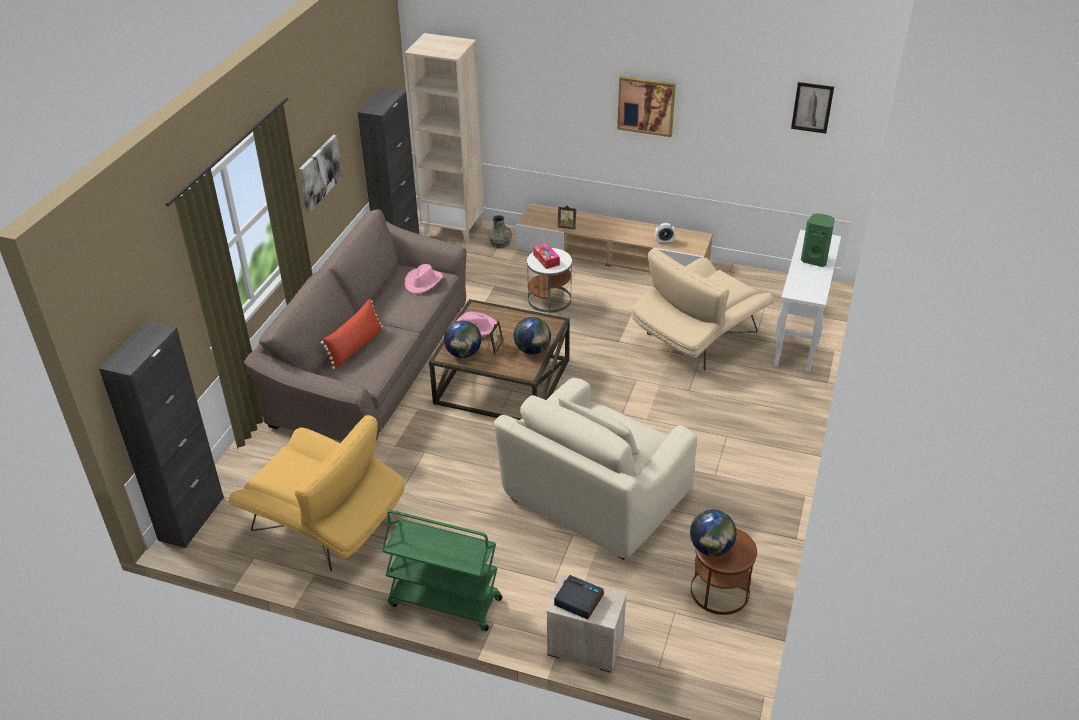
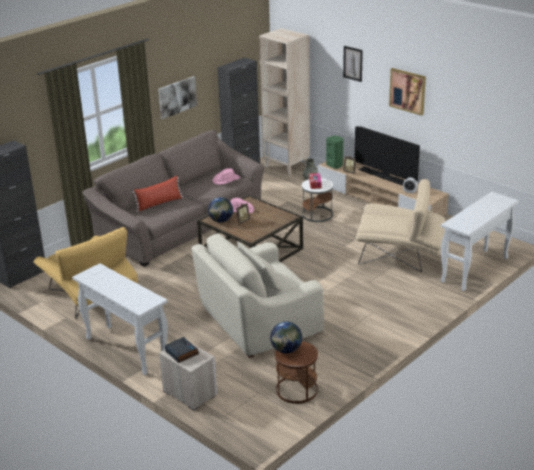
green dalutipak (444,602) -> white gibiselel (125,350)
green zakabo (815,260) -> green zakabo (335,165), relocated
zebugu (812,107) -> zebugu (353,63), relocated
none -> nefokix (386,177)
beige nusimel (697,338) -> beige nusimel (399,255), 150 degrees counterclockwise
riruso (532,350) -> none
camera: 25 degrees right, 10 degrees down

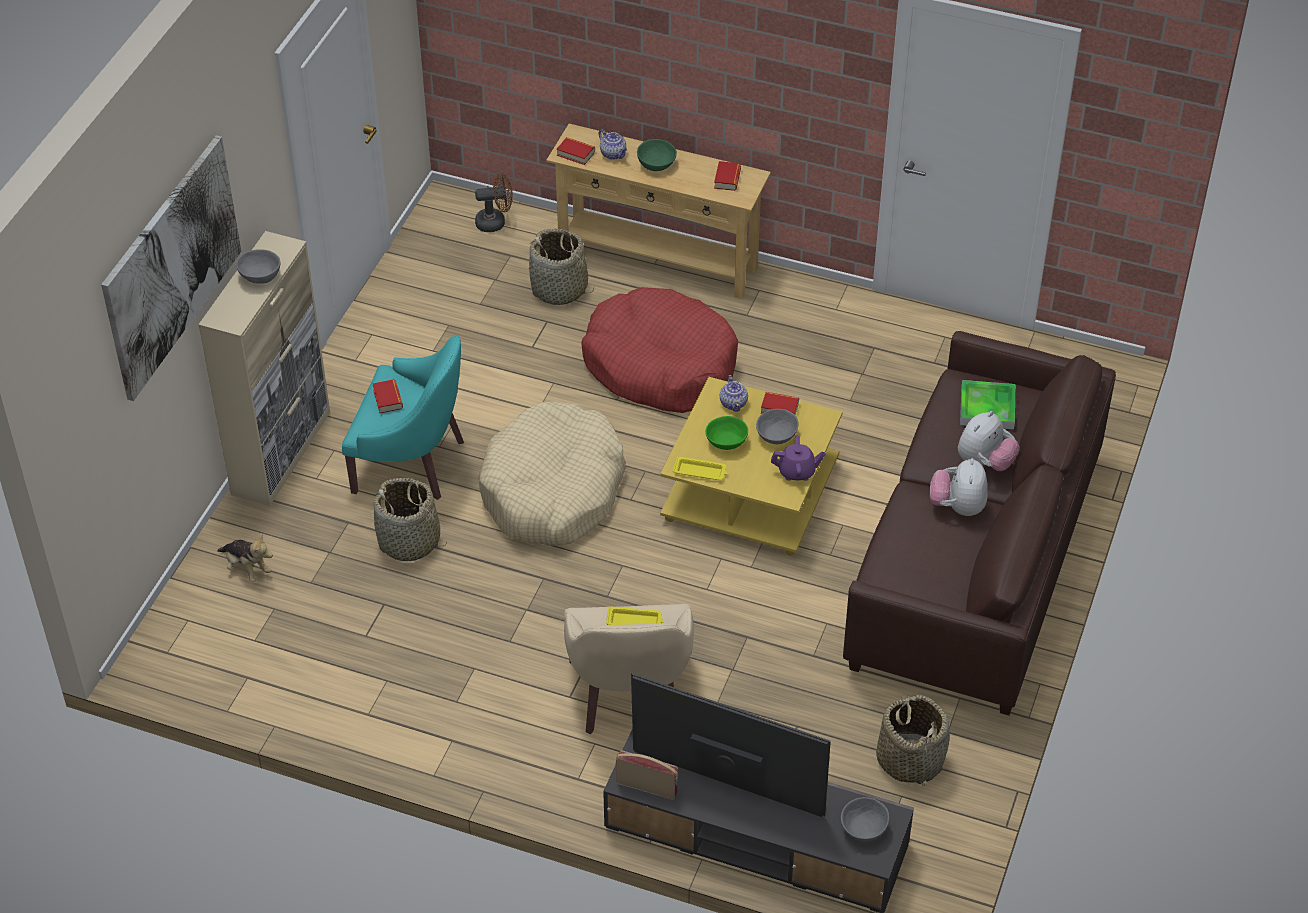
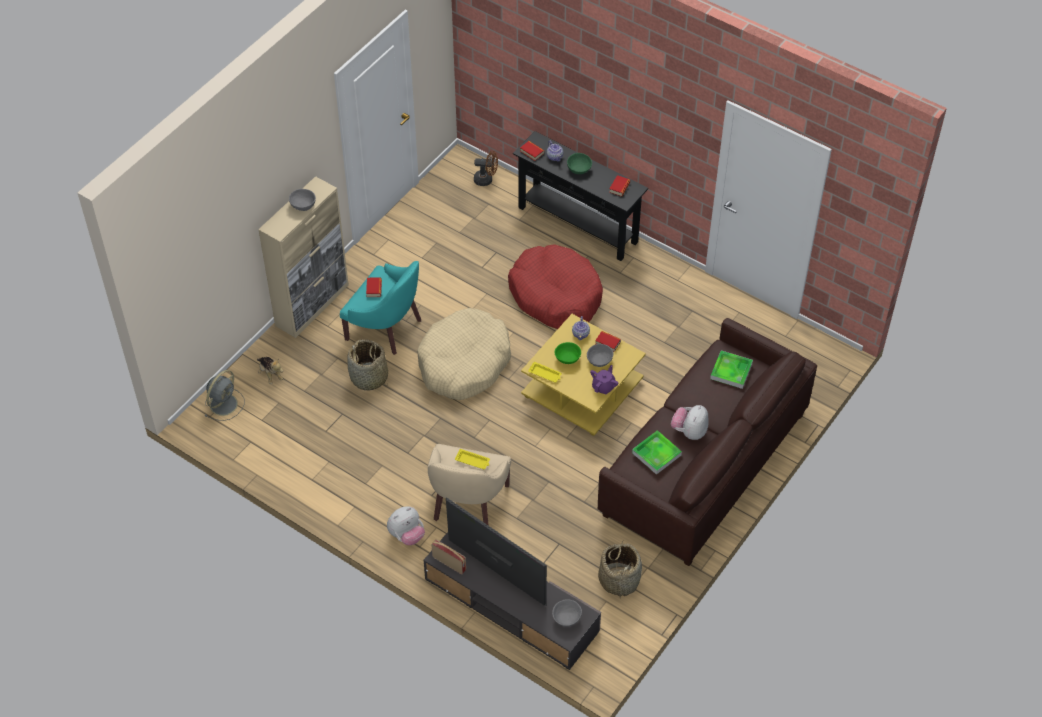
none -> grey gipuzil (224,403)
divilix (984,462) -> divilix (406,535), relocated
beige gibiselel (658,259) -> black gibiselel (578,224)
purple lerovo (797,472) -> purple lerovo (603,386), 75 degrees counterclockwise
none -> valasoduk (656,454)
zebugu (171,266) -> none
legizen (559,289) -> none
camera: 15 degrees right, 5 degrees up

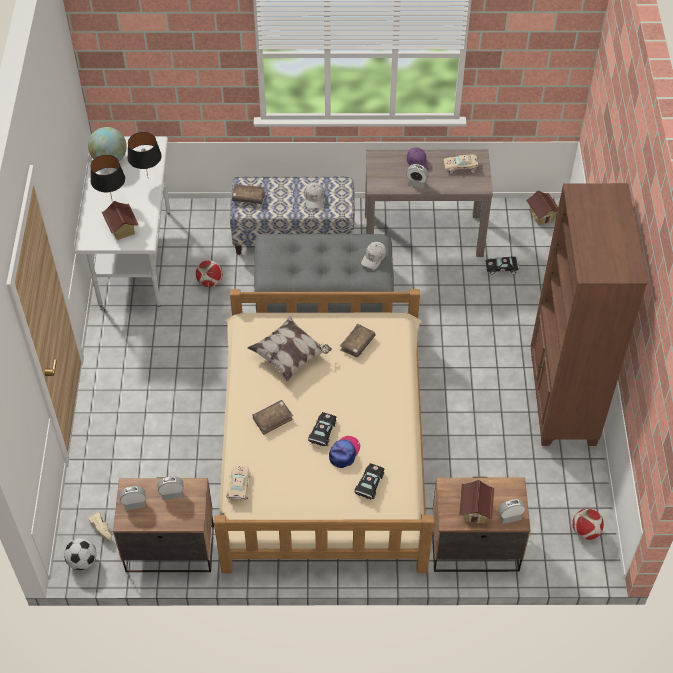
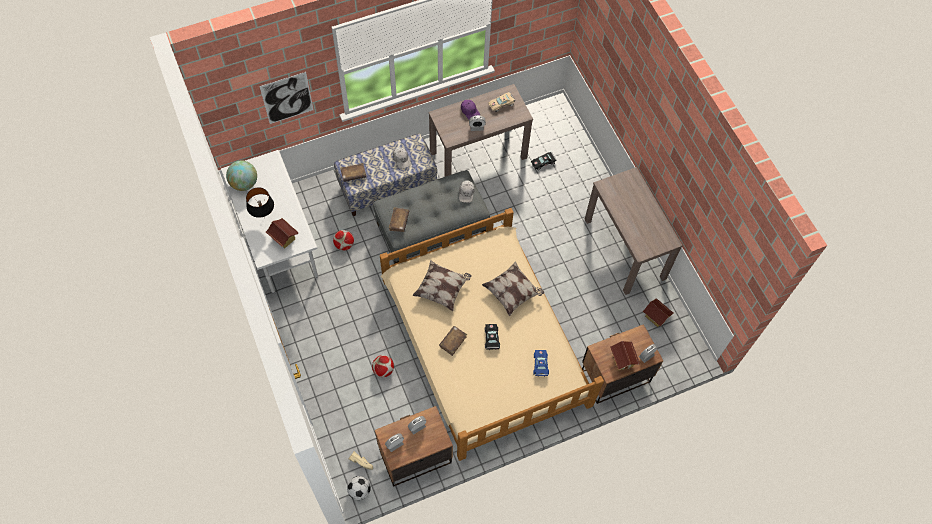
none -> zebugu (287,98)
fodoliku (585,531) -> fodoliku (383,370), relocated
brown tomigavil (357,344) -> brown tomigavil (399,221), relocated
none -> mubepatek (512,293)
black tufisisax (369,485) -> blue tufisisax (540,365)
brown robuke (561,400) -> brown gibiselel (625,249)
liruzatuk (541,216) -> liruzatuk (655,317), relocated
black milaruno (147,178) -> none
beige tufisisax (239,487) -> none
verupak (344,453) -> none
camera: 25 degrees left, 10 degrees up

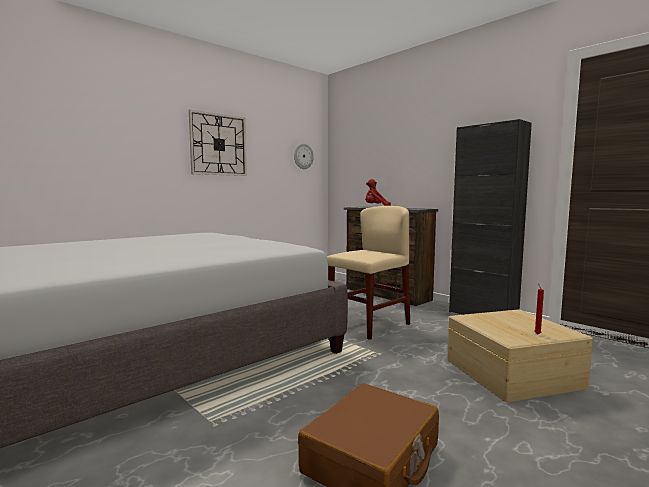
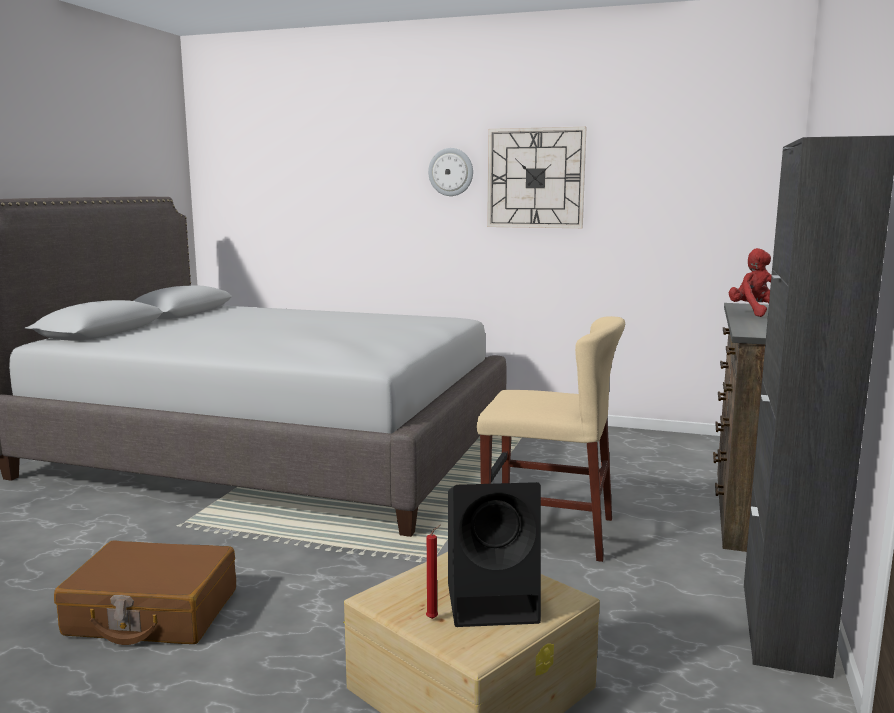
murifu (303,156) -> murifu (451,172), relocated
none -> black zakabo (495,602)
camera: 60 degrees right, 5 degrees up

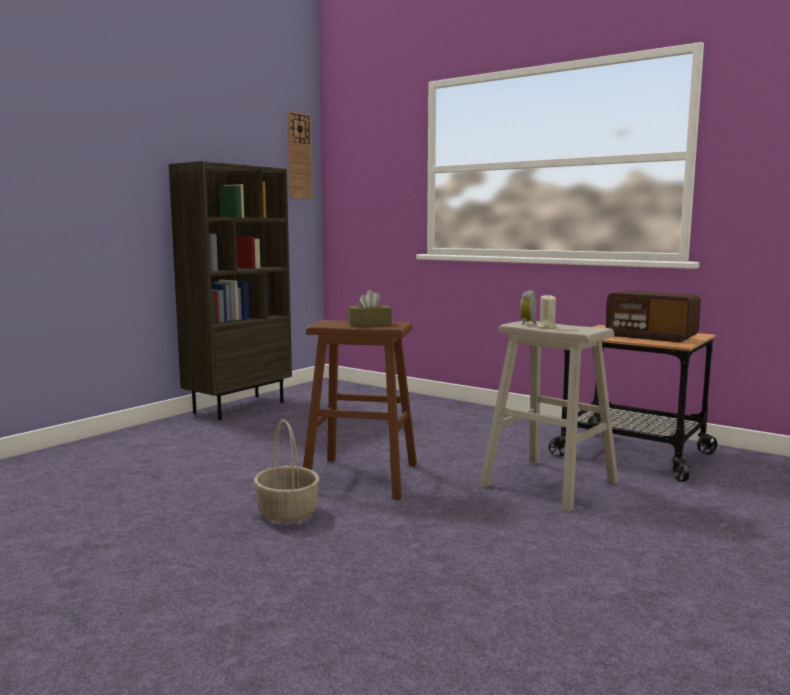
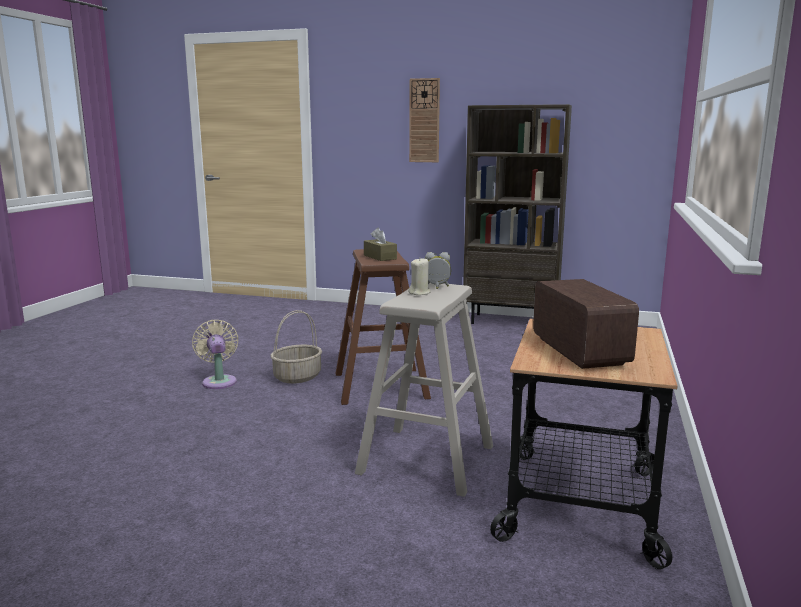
none -> beige gipuzil (219,381)
murifu (299,156) -> murifu (424,120), relocated
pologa (651,337) -> pologa (578,351), 150 degrees clockwise
camera: 70 degrees right, 5 degrees up

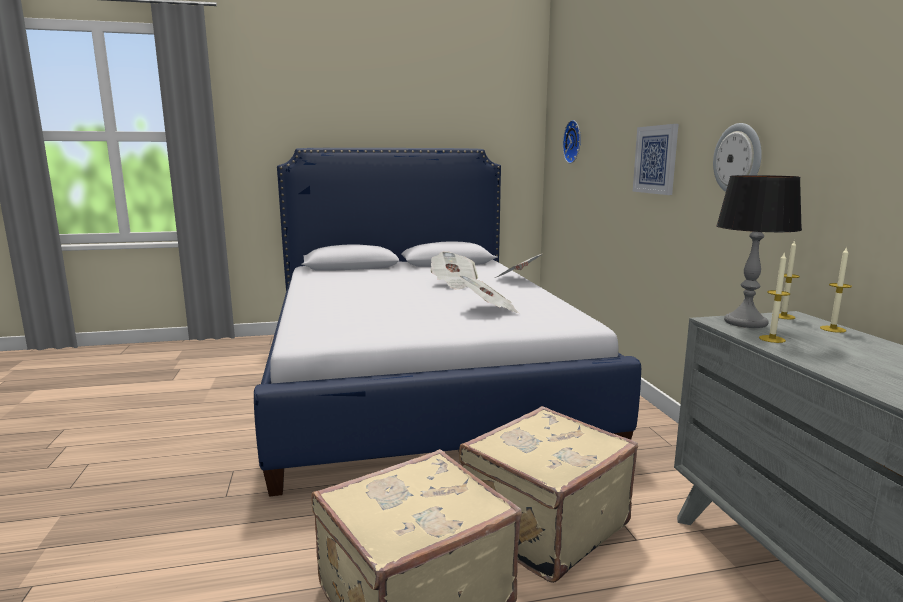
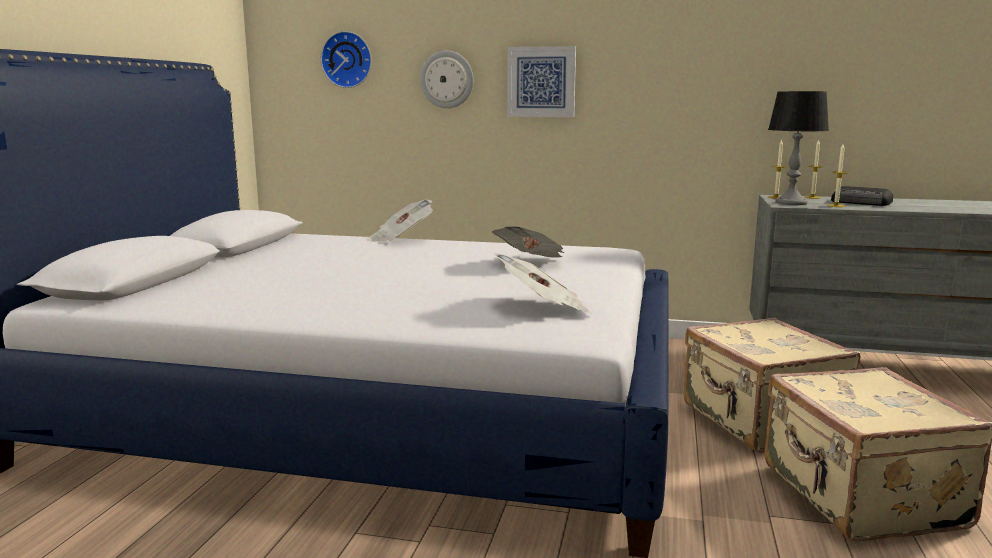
murifu (738,159) -> murifu (447,79), relocated
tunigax (454,284) -> tunigax (544,308), relocated
none -> pologa (862,202)
camera: 65 degrees left, 0 degrees up

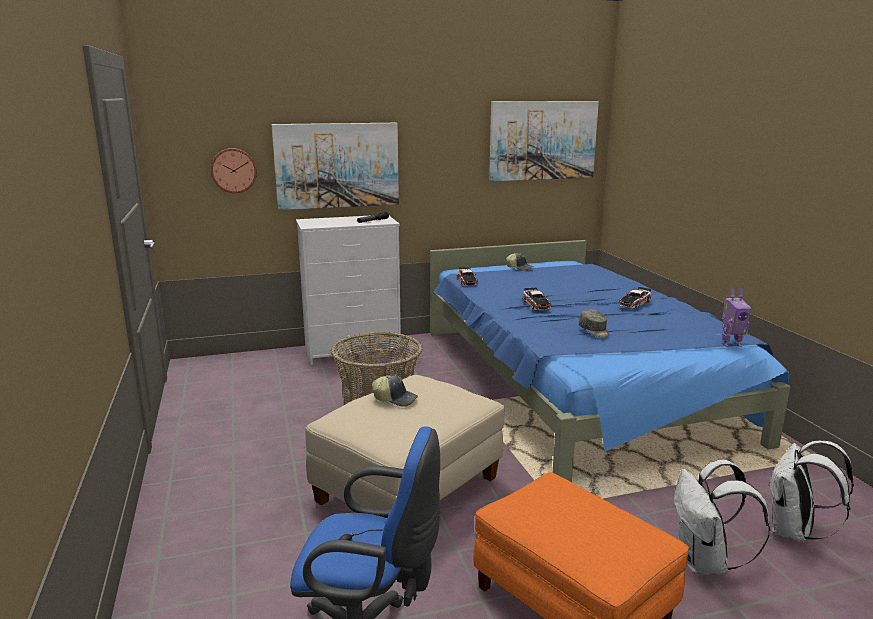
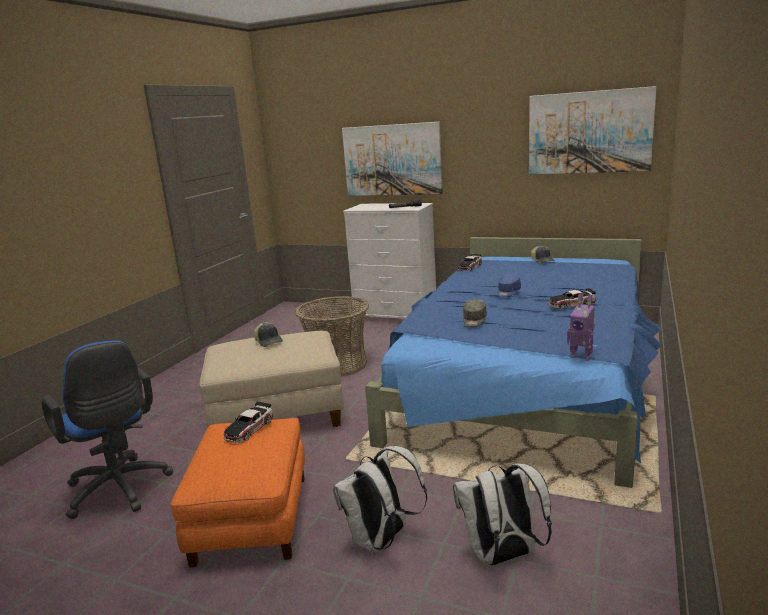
tufisisax (536,304) -> tufisisax (249,429), relocated
none -> blue verupak (508,292)
murifu (233,170) -> none
camera: 40 degrees right, 0 degrees up

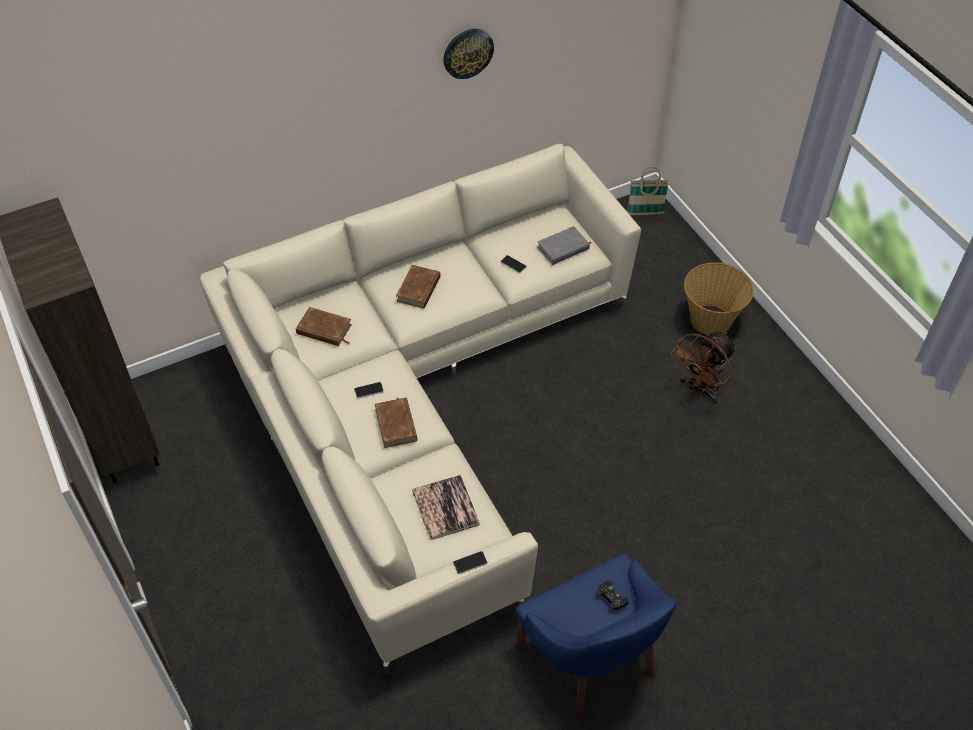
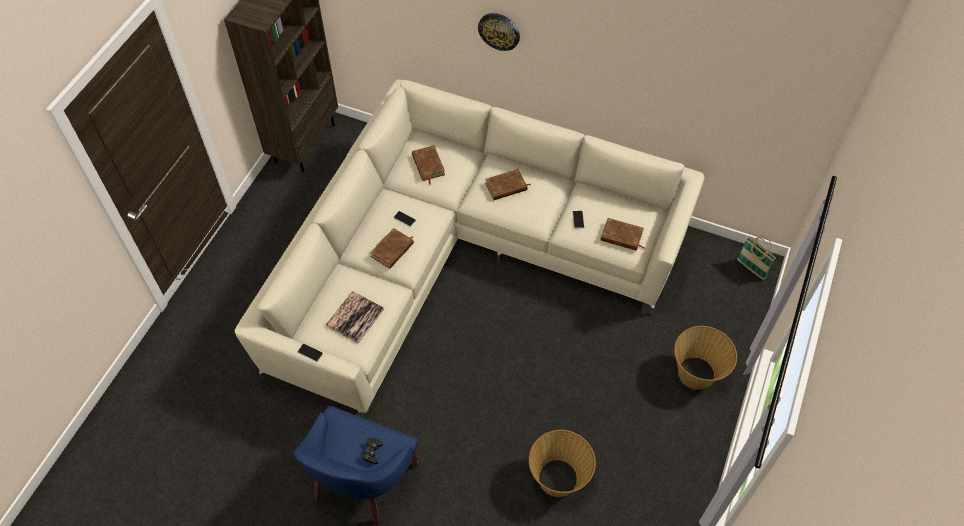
murifu (468,53) -> murifu (499,31), relocated
none -> legizen (558,478)
grey tomigavil (563,248) -> brown tomigavil (621,236)
brown gipuzil (700,389) -> none
camera: 50 degrees right, 5 degrees up

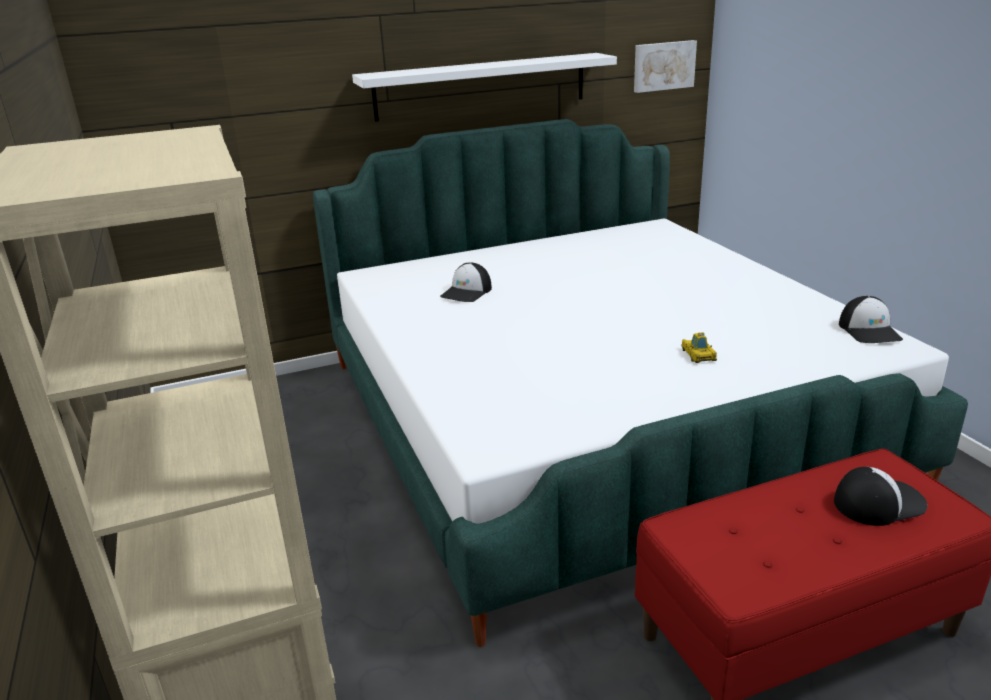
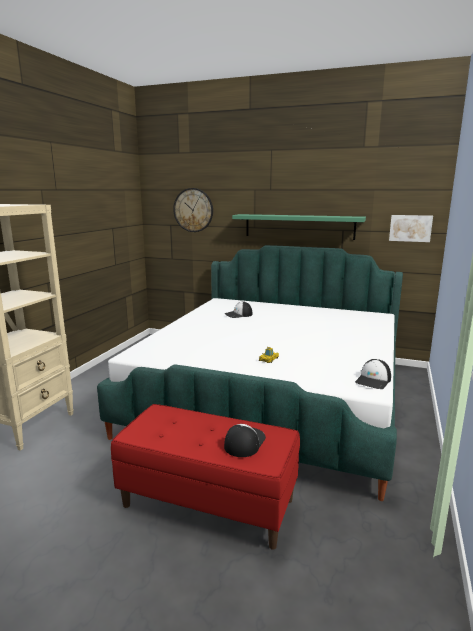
none -> murifu (193,210)
verupak (878,502) -> verupak (244,442), 90 degrees counterclockwise
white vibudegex (481,86) -> green vibudegex (299,226)
camera: 40 degrees right, 10 degrees down

